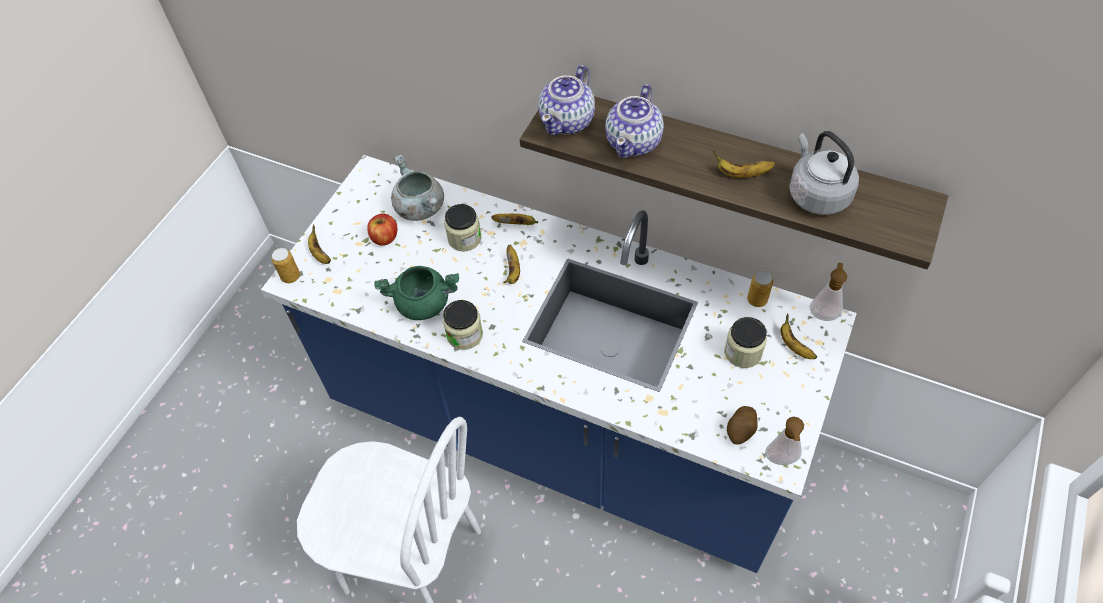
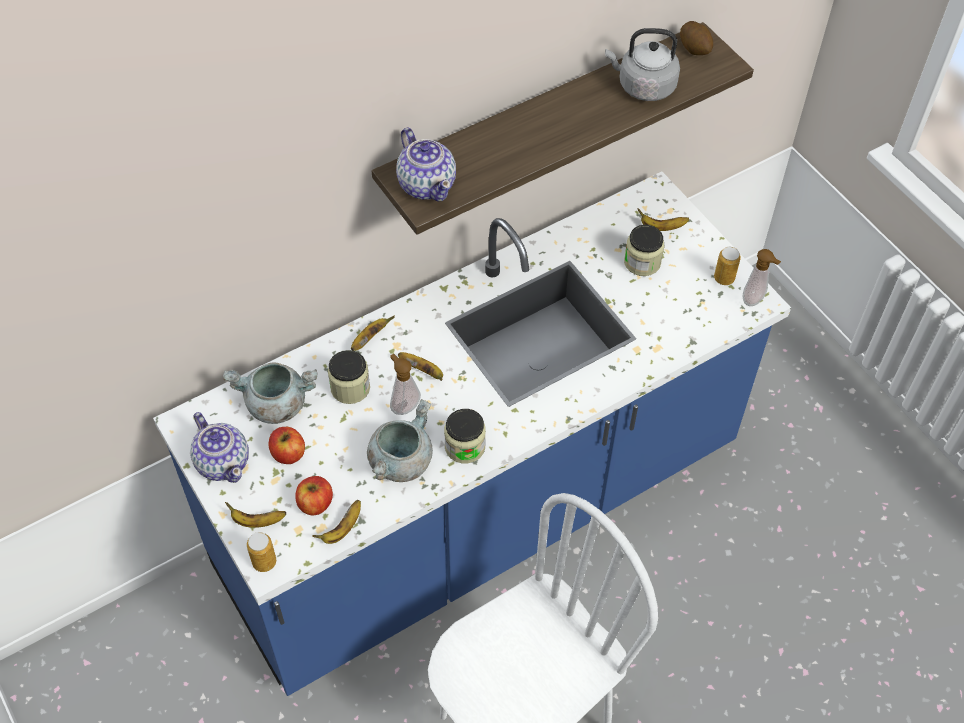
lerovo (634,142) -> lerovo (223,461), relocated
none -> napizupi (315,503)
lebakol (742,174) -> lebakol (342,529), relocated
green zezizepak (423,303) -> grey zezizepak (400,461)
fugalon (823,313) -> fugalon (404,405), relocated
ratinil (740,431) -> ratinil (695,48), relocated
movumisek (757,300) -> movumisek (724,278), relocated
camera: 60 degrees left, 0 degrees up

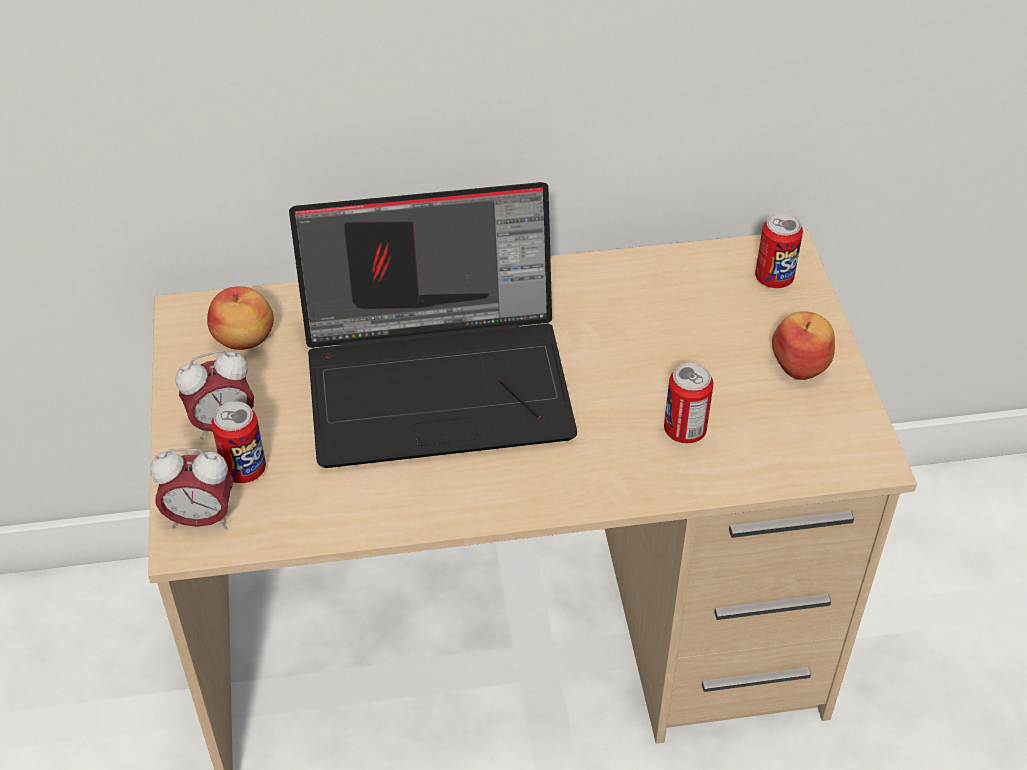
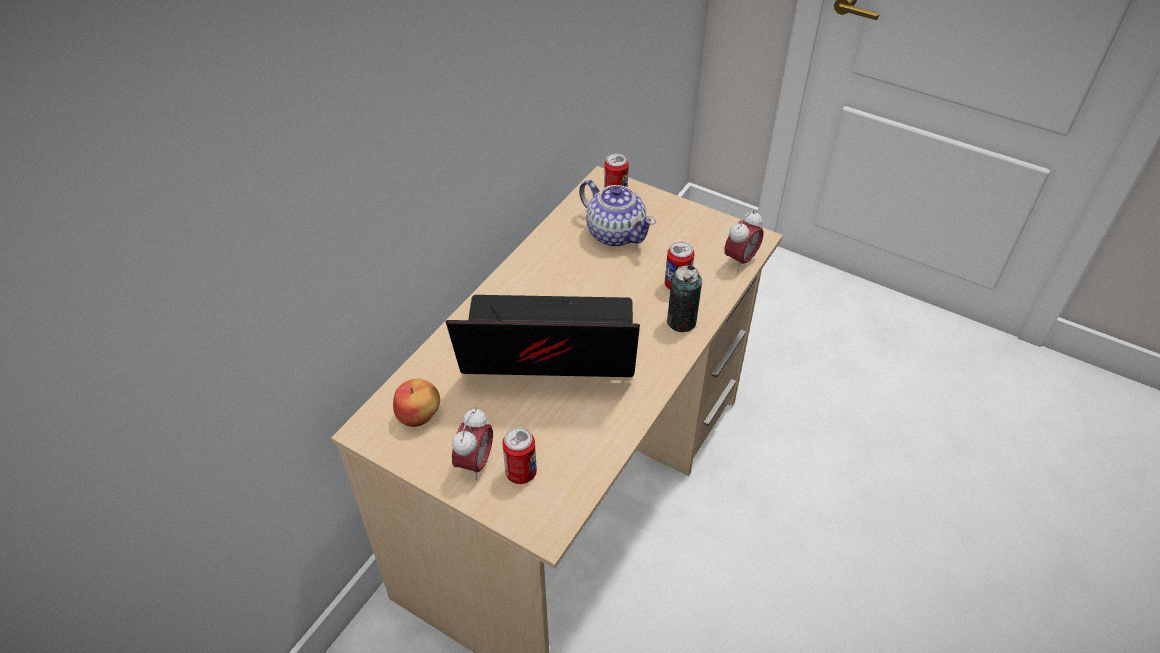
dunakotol (441,379) -> dunakotol (545,350), 120 degrees counterclockwise
none -> lerovo (615,233)
none -> movumisek (681,322)
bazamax (201,518) -> bazamax (740,260), relocated
napizupi (801,364) -> none
camera: 50 degrees left, 0 degrees up

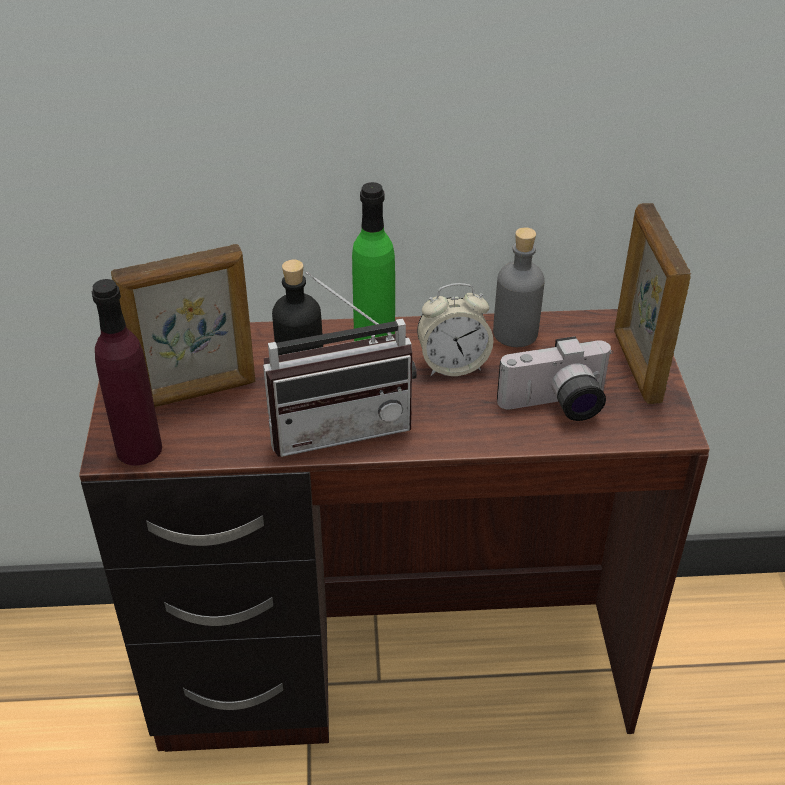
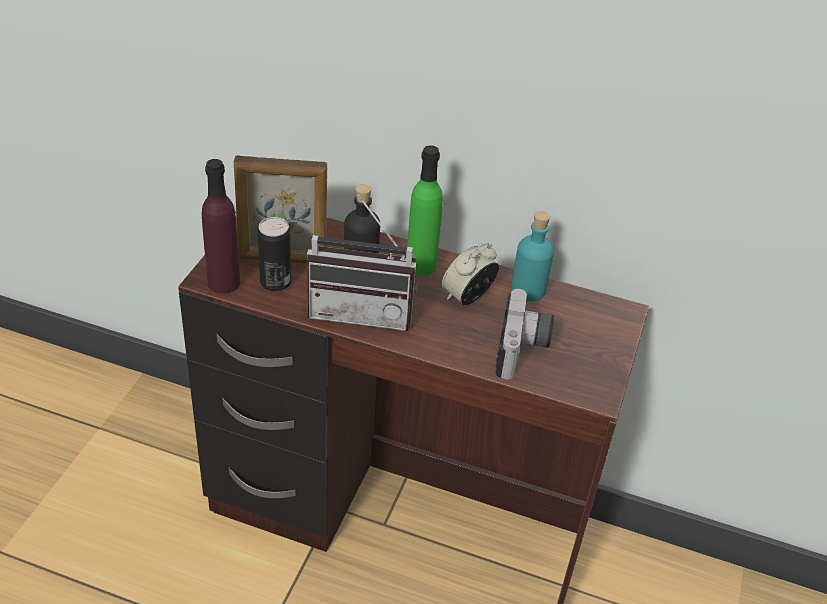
none -> movumisek (275,282)
bazamax (453,364) -> bazamax (467,297), 120 degrees clockwise
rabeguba (556,406) -> rabeguba (523,350), 90 degrees counterclockwise
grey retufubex (515,333) -> turquoise retufubex (528,290)
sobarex (636,366) -> none
camera: 20 degrees right, 0 degrees up

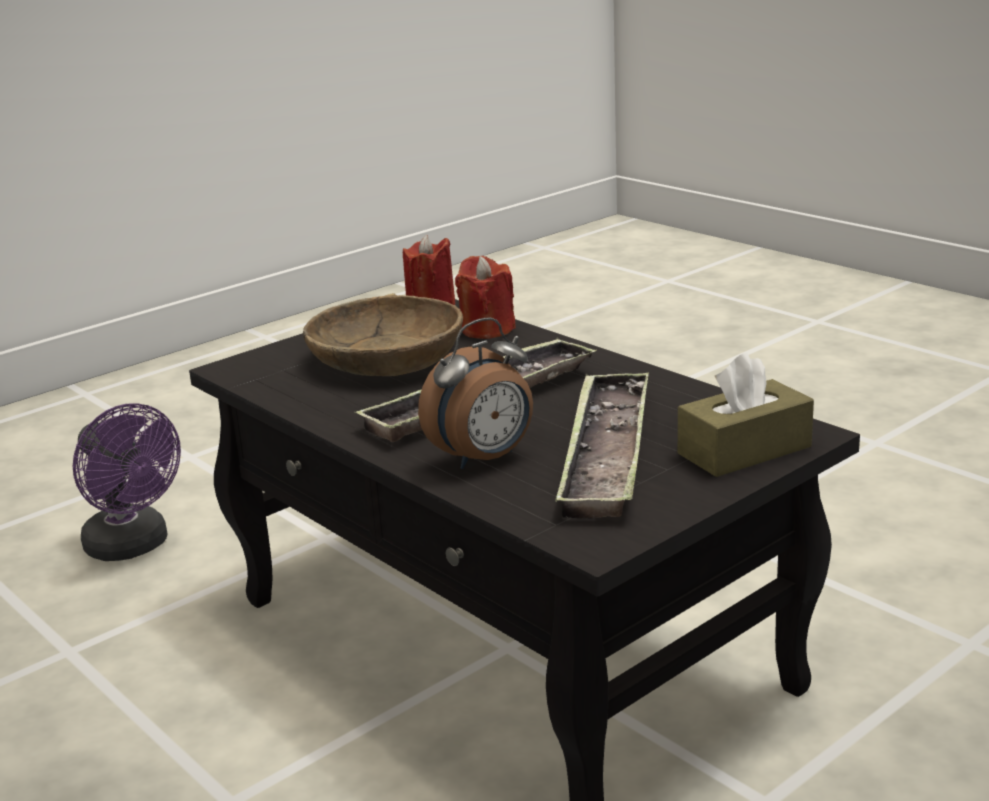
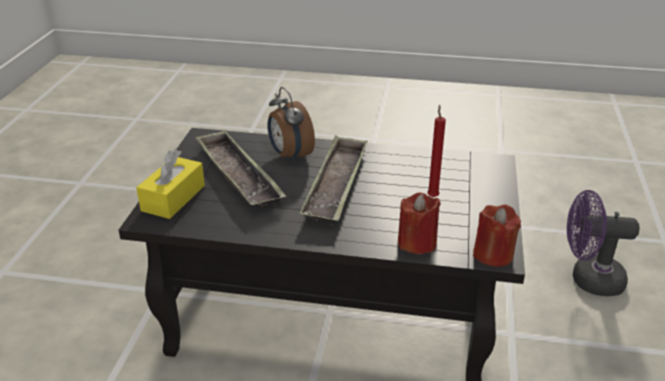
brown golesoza (744,450) -> yellow golesoza (173,198)
bazamax (484,459) -> bazamax (289,155), 45 degrees counterclockwise
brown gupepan (386,358) -> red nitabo (432,196)
camera: 140 degrees right, 10 degrees up

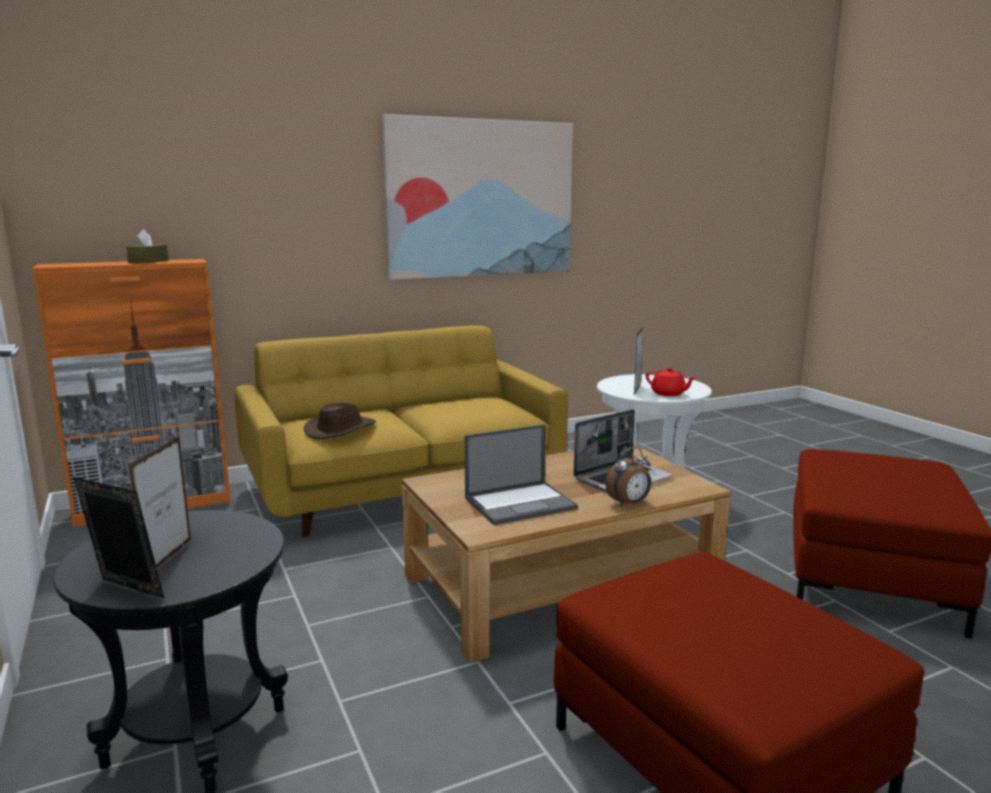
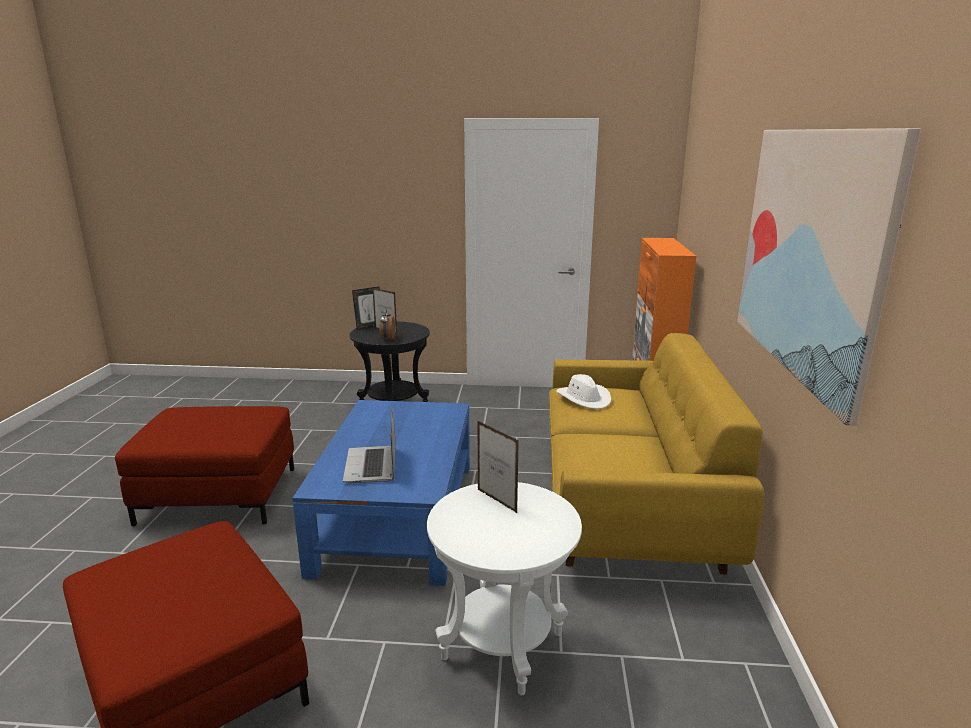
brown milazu (561,583) -> blue milazu (397,515)
bazamax (629,503) -> bazamax (387,339), relocated
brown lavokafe (340,430) -> white lavokafe (584,398)
brown golesoza (148,261) -> none
dunakotol (521,503) -> none
red lerovo (668,394) -> none
camera: 120 degrees right, 5 degrees up

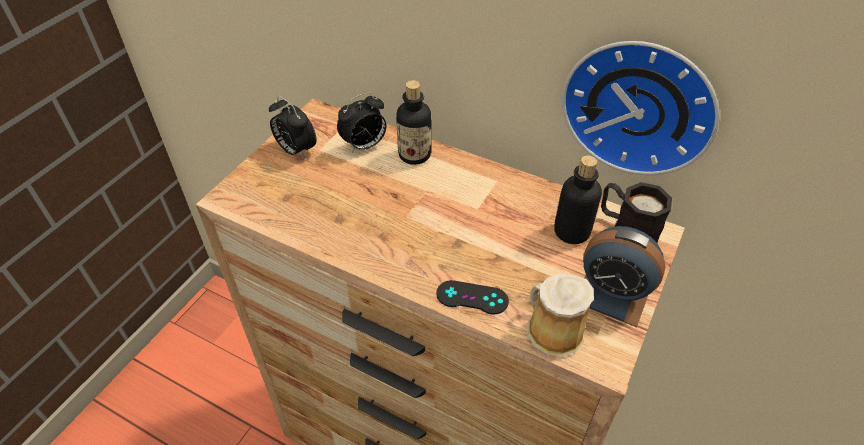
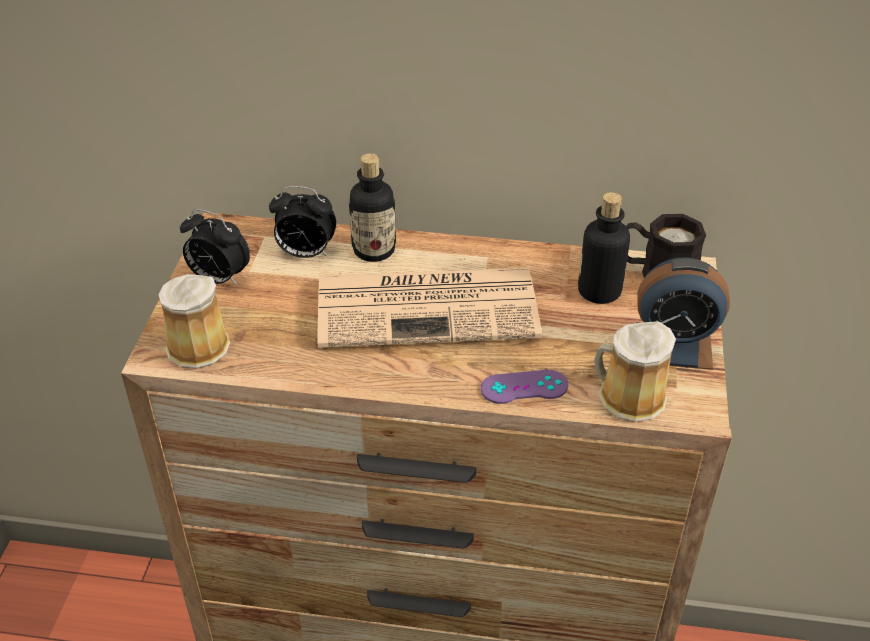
none -> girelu (195,345)
bazamax (364,146) -> bazamax (305,254), 60 degrees clockwise
none -> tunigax (430,307)
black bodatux (472,297) -> purple bodatux (524,387)
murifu (640,105) -> none
camera: 20 degrees left, 5 degrees down

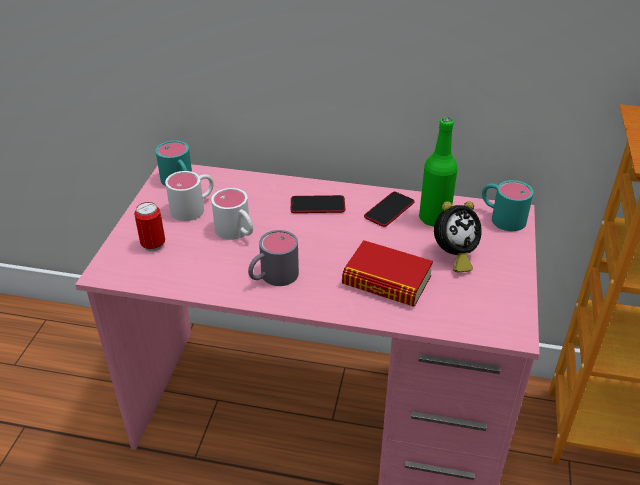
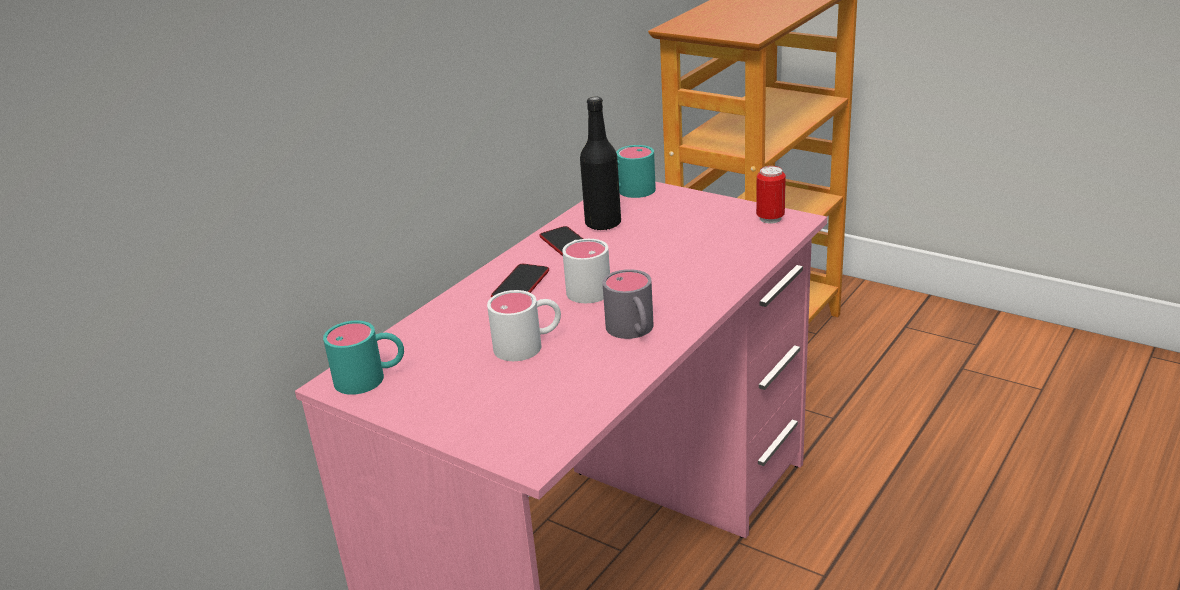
white girelu (194,207) -> white girelu (585,287), relocated
green retufubex (434,218) -> black retufubex (603,224)
movumisek (153,245) -> movumisek (770,218), relocated
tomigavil (386,281) -> none
bazamax (453,256) -> none
camera: 65 degrees left, 10 degrees down

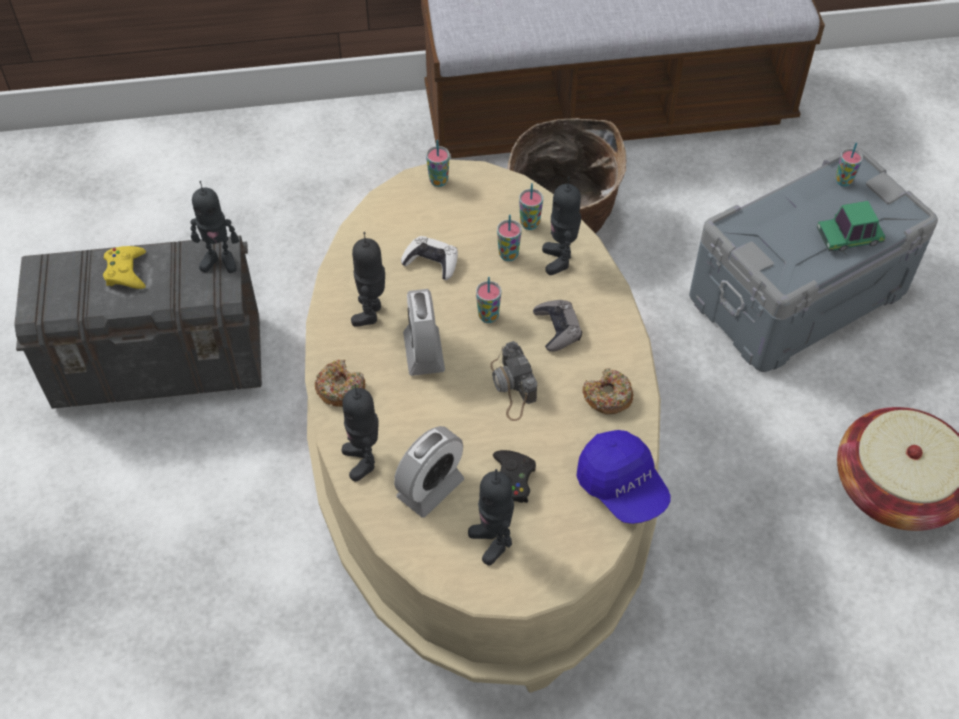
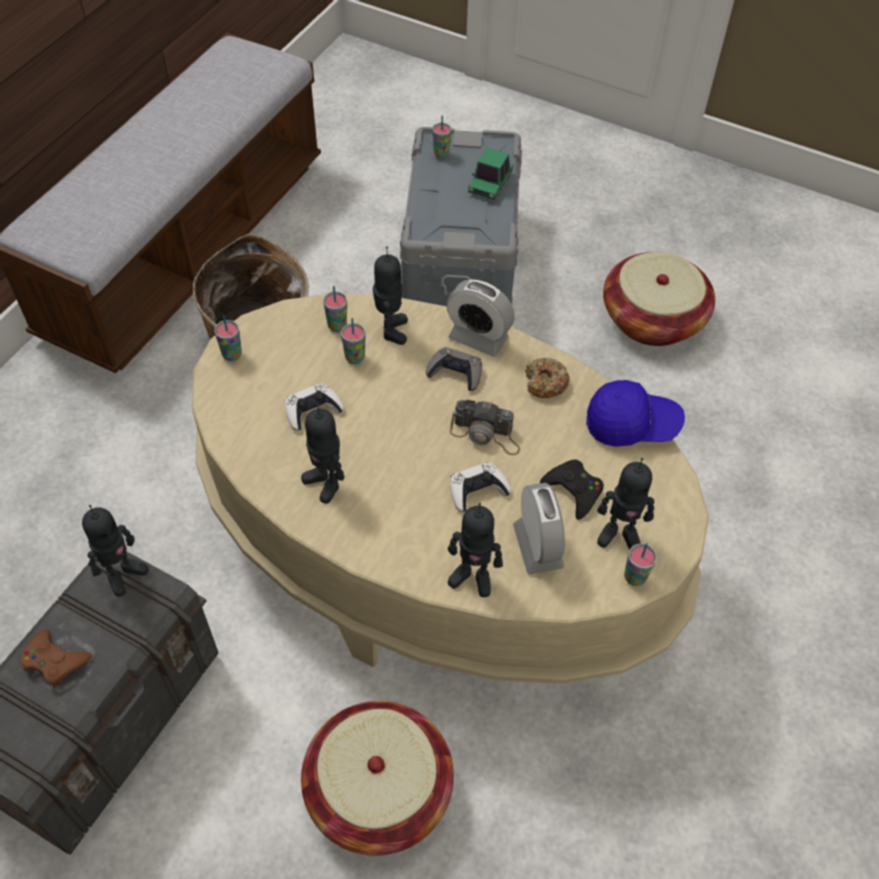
yellow bodatux (126,272) -> brown bodatux (55,661)
none -> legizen (379,790)
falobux (560,259) -> falobux (391,330), 120 degrees counterclockwise
bazamax (424,352) -> bazamax (478,338), relocated
none -> white bodatux (477,490)
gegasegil (488,316) -> gegasegil (634,577), relocated
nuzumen (340,388) -> none
camera: 55 degrees left, 0 degrees up

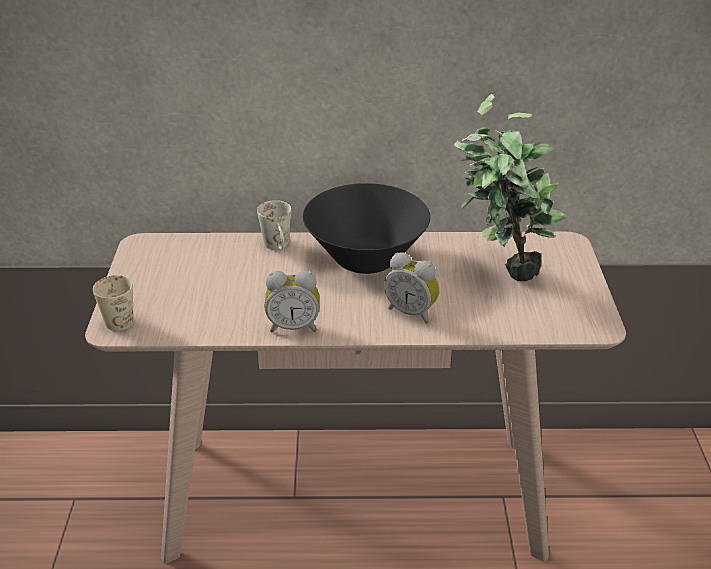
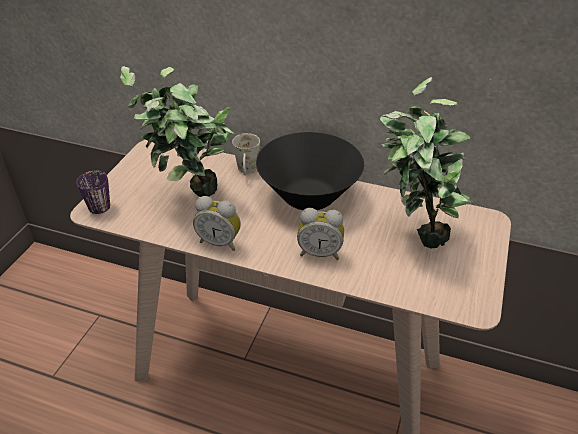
beige girelu (117,317) -> purple girelu (100,202)
none -> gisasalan (190,199)
bazamax (412,312) -> bazamax (320,252), 45 degrees counterclockwise
camera: 20 degrees right, 5 degrees up

